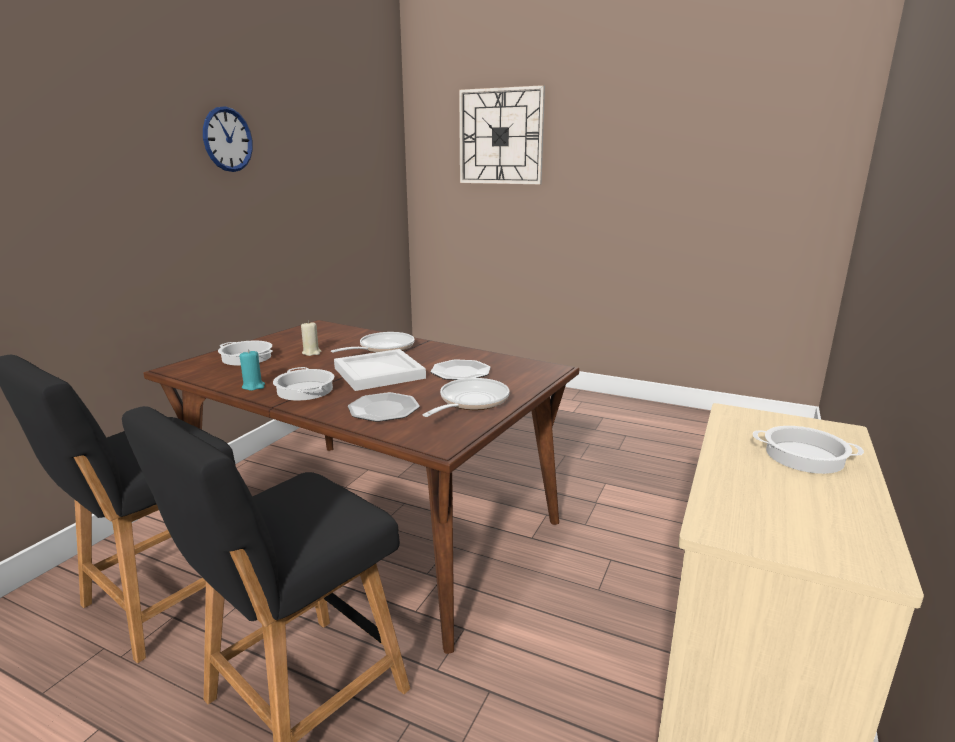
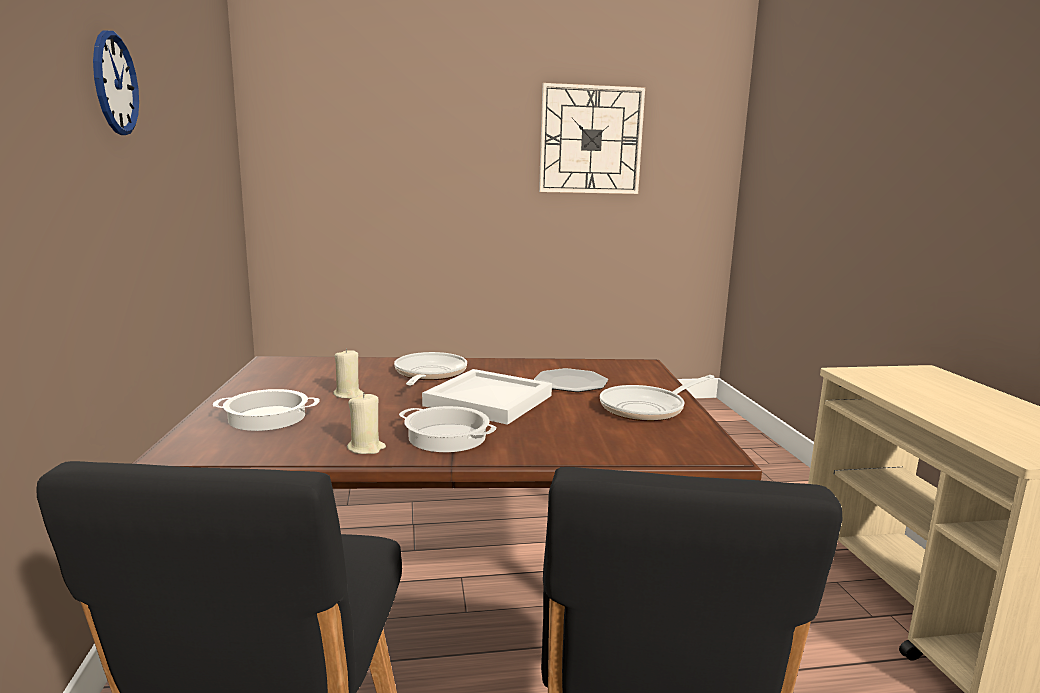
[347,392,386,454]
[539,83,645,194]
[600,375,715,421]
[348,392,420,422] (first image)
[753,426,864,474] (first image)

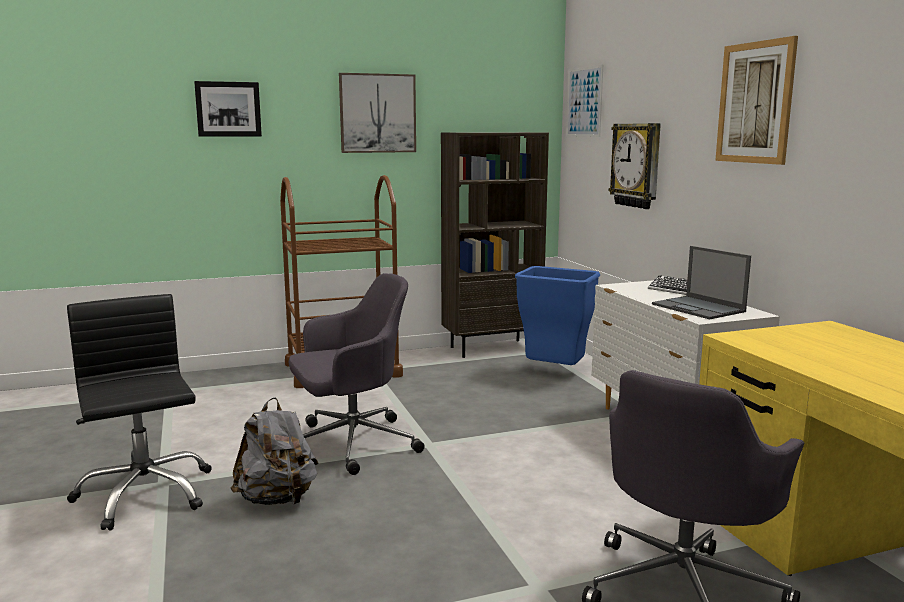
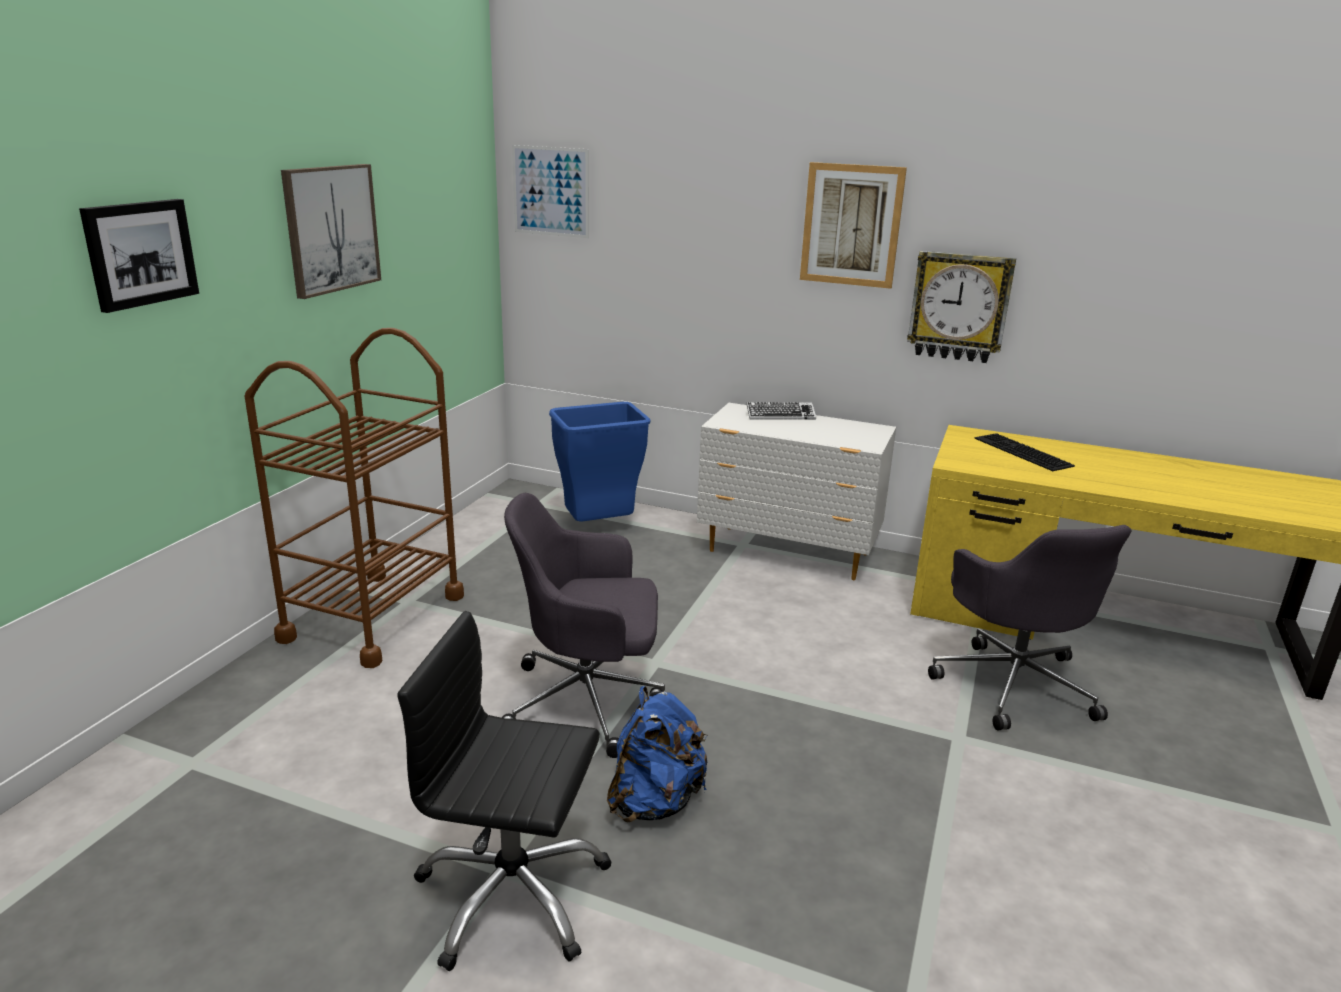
[502,493,665,758]
[607,686,707,822]
[907,251,1016,363]
[974,433,1075,471]
[441,132,549,358] (first image)
[652,246,751,319] (first image)

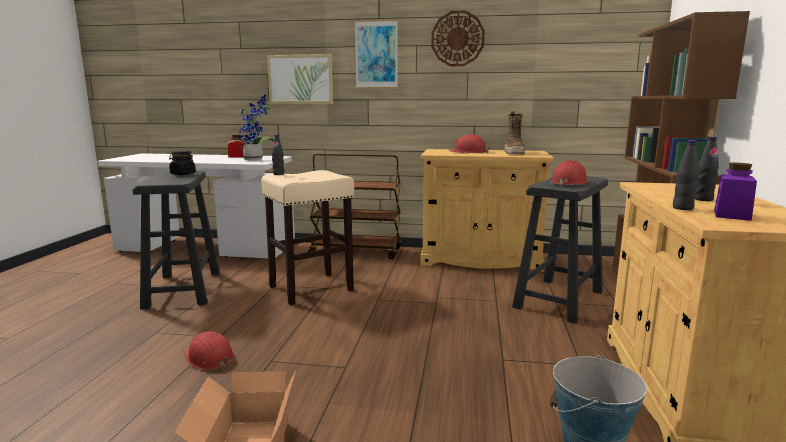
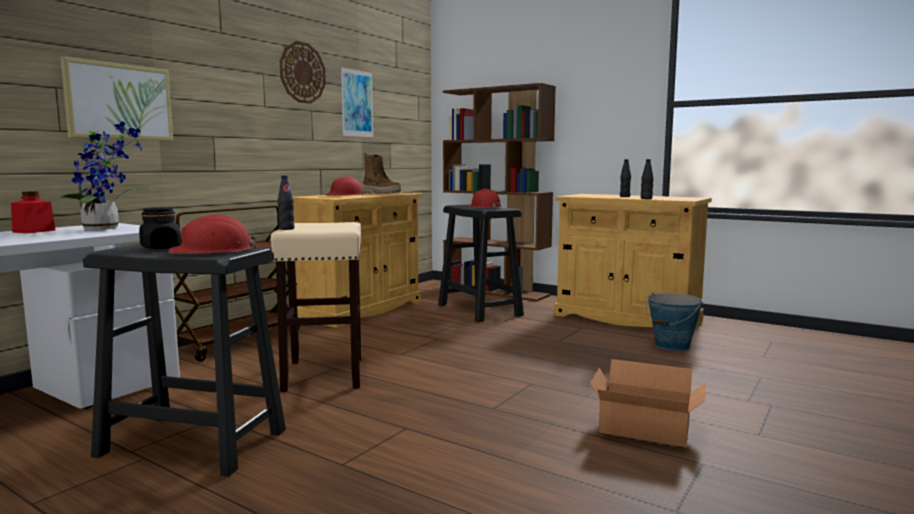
[168,214,257,254]
[340,66,374,139]
[714,163,757,221] (first image)

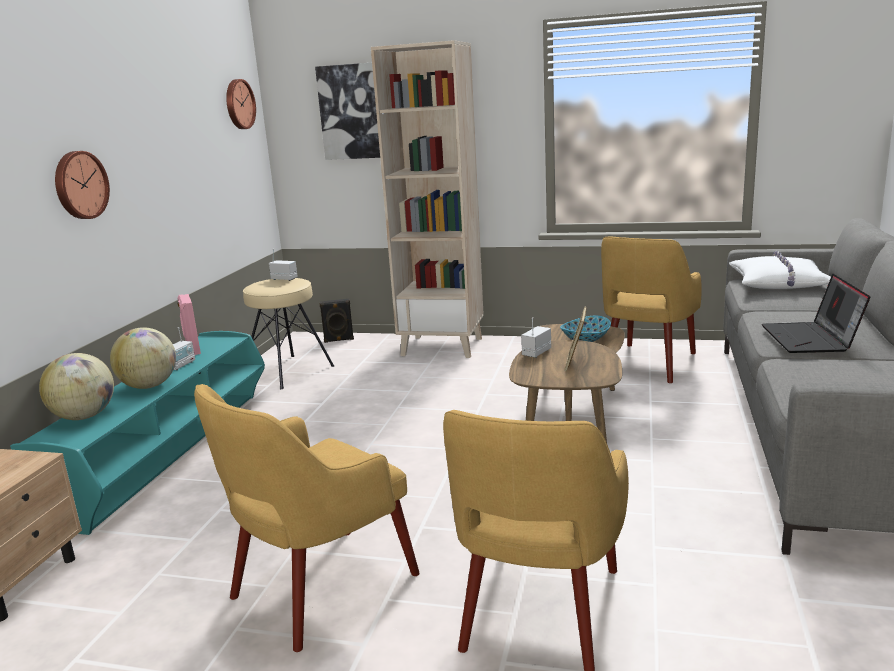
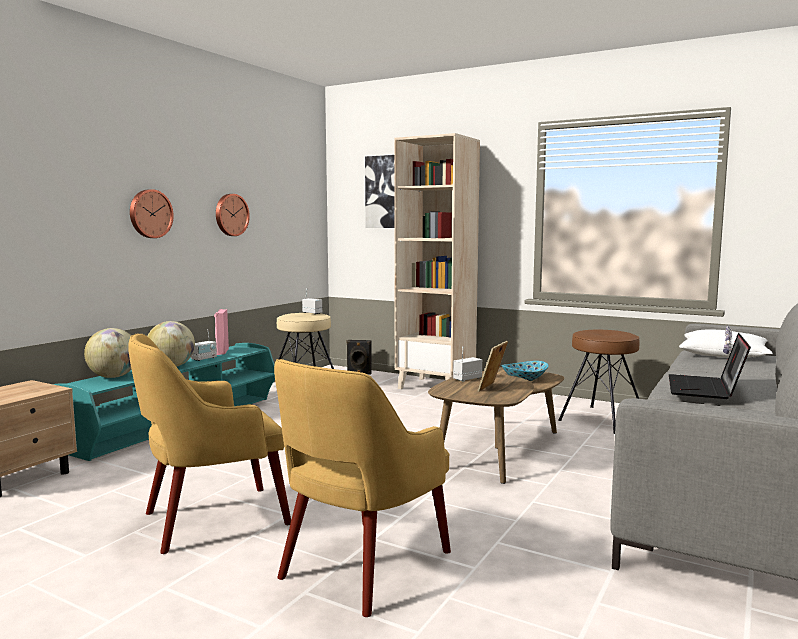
[216,194,250,236]
[559,330,640,434]

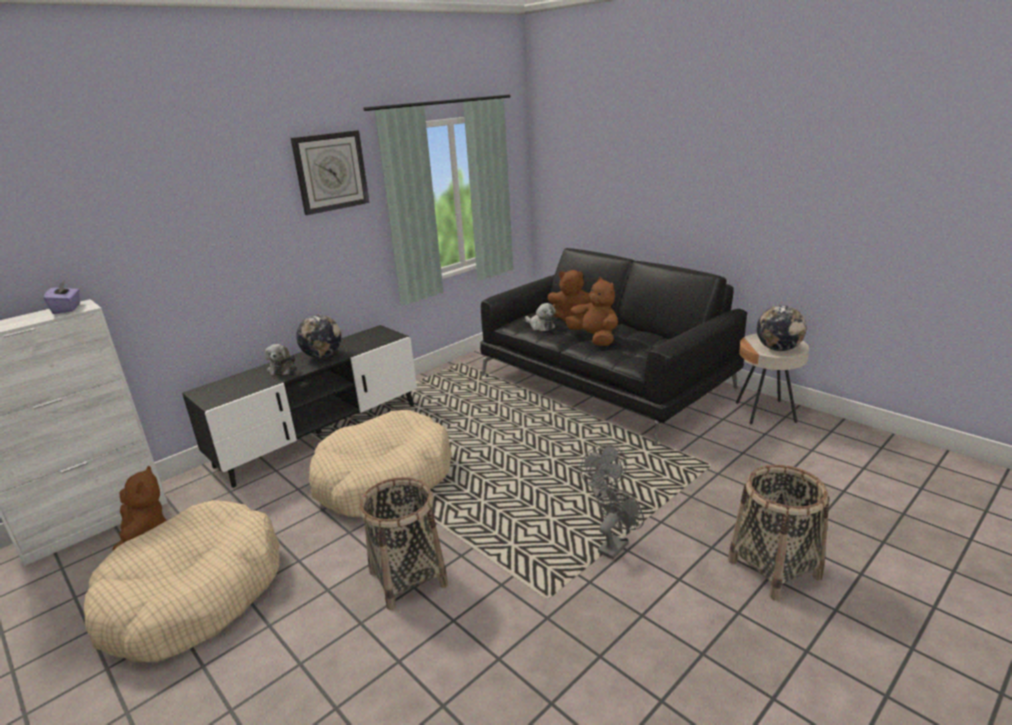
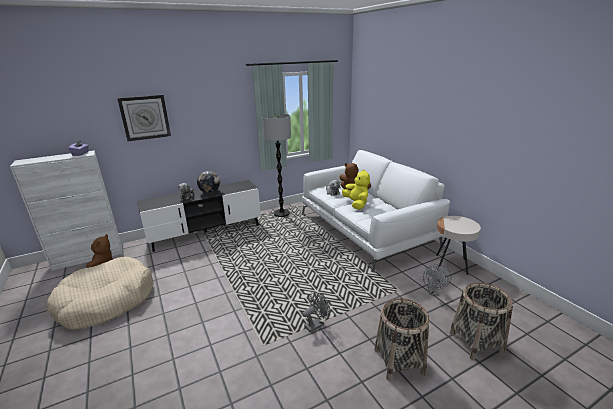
[117,95,171,141]
[262,114,291,217]
[302,150,450,272]
[342,169,370,210]
[423,264,452,296]
[450,282,513,360]
[309,409,452,517] (first image)
[757,305,806,351] (first image)

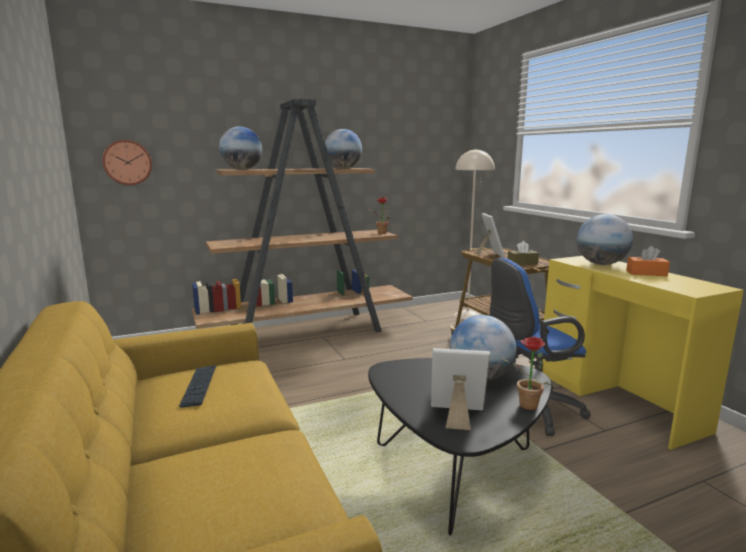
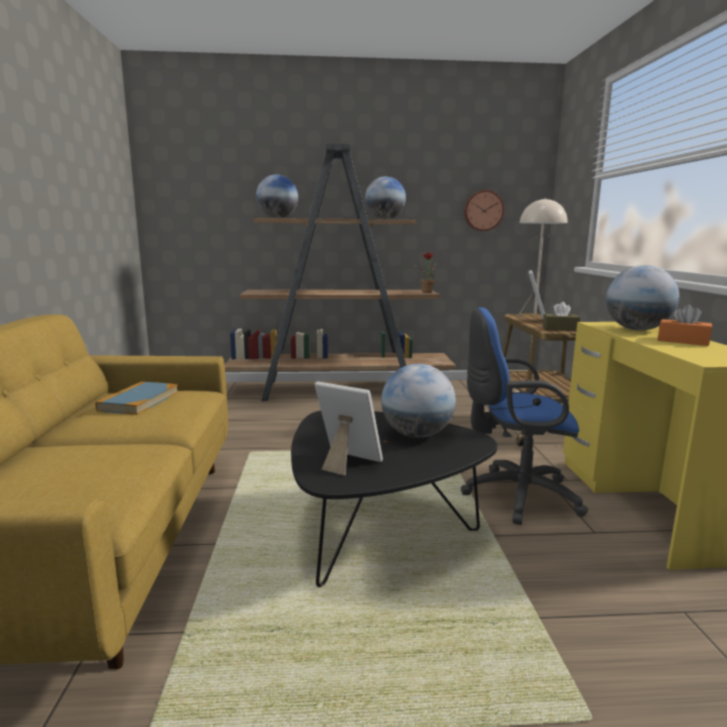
[95,382,178,415]
[464,190,504,231]
[502,337,551,410] (first image)

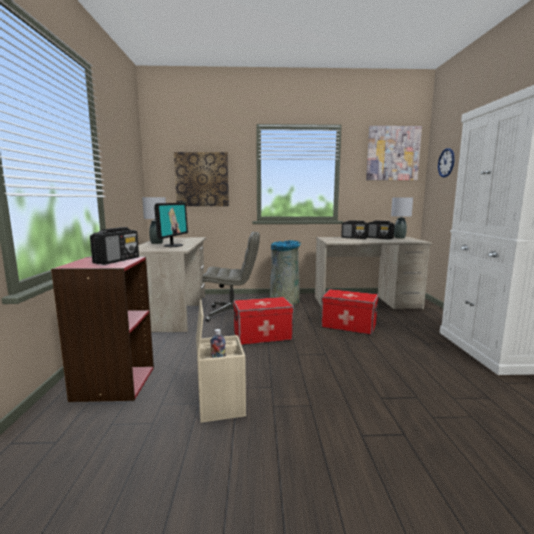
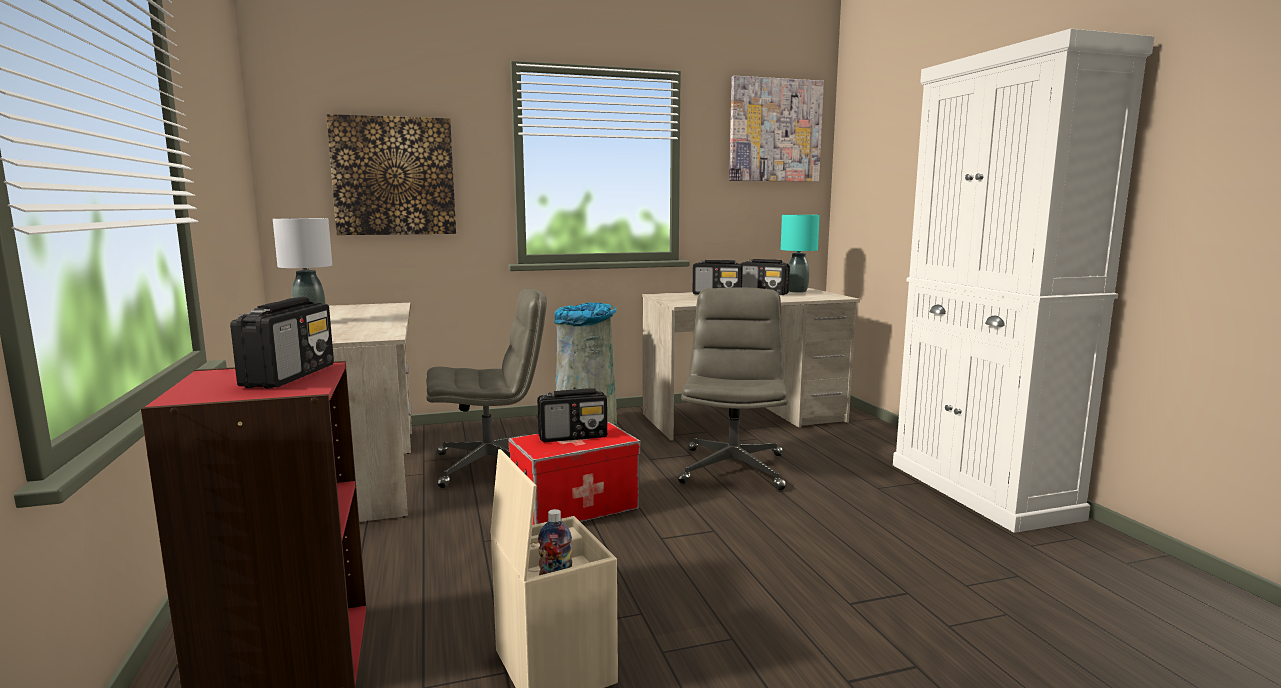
[537,388,607,442]
[678,287,788,490]
[781,215,820,293]
[154,203,188,247] (first image)
[438,148,455,177] (first image)

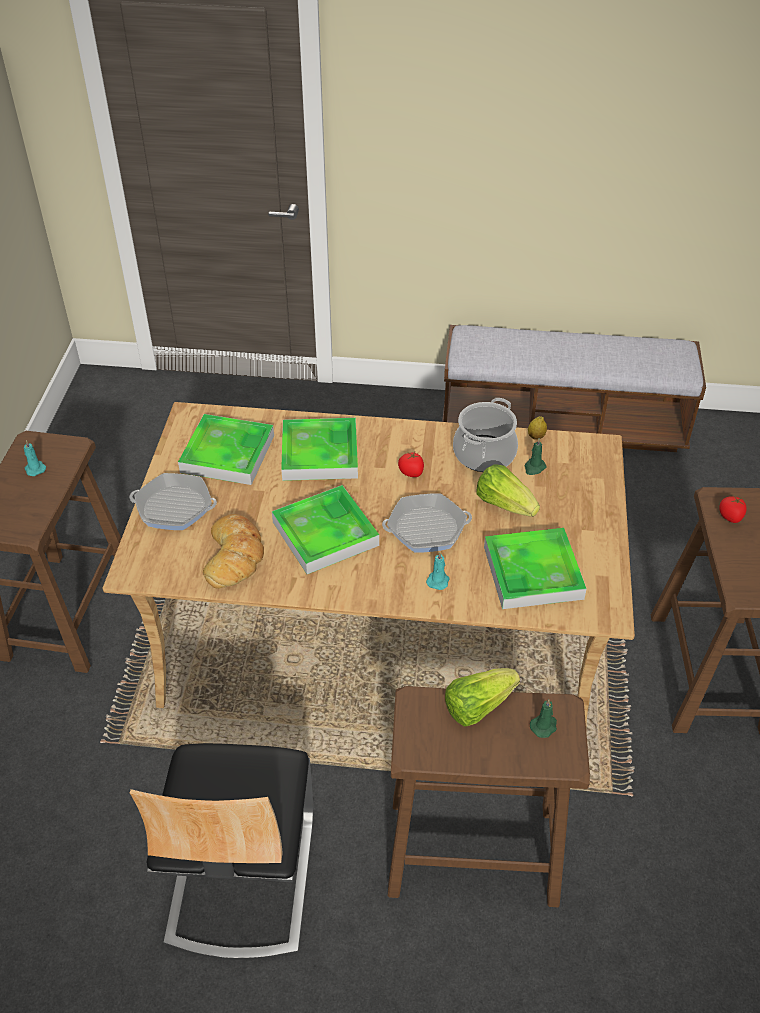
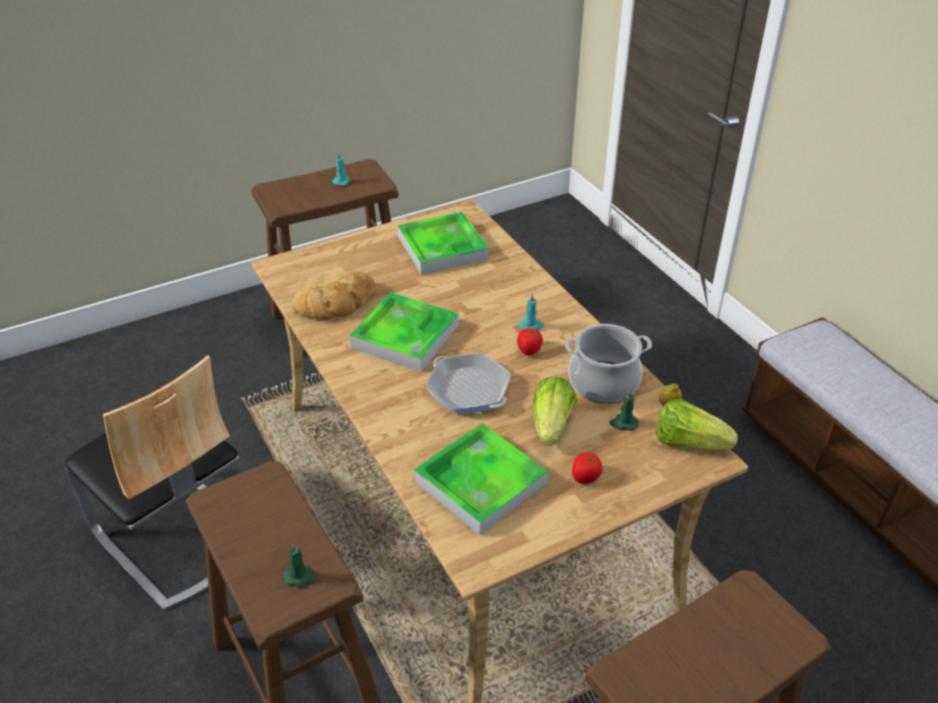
[65,355,240,611]
[519,293,544,331]
[572,452,602,484]
[656,399,738,450]
[129,473,217,530] (first image)
[281,418,358,481] (first image)

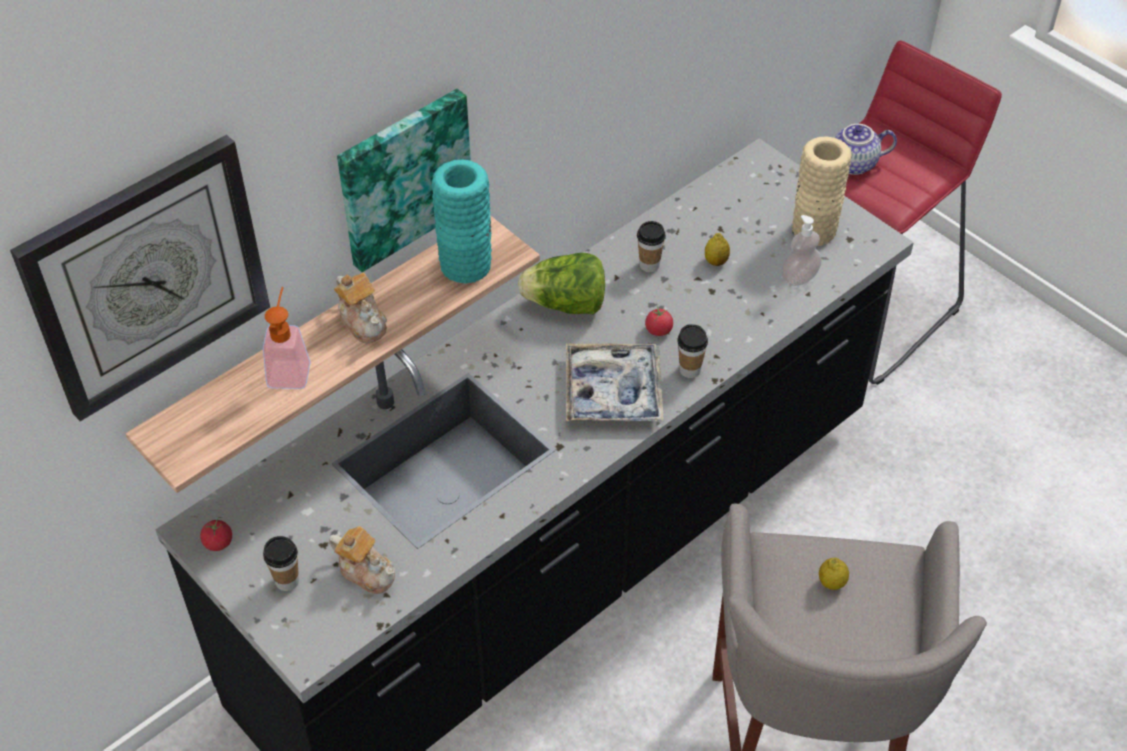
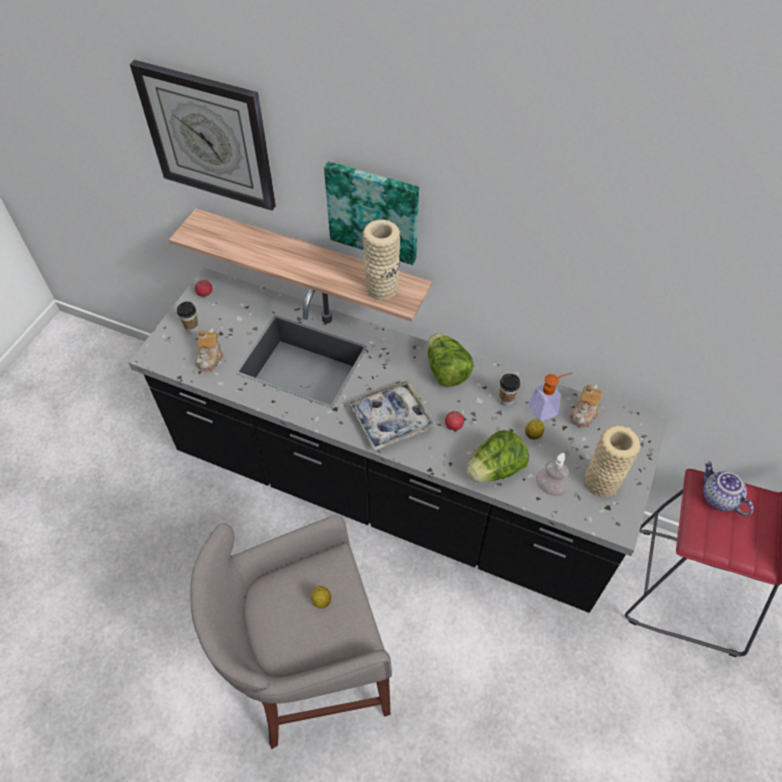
[363,220,400,300]
[467,430,529,482]
[528,373,573,421]
[570,384,603,427]
[677,324,708,378] (first image)

